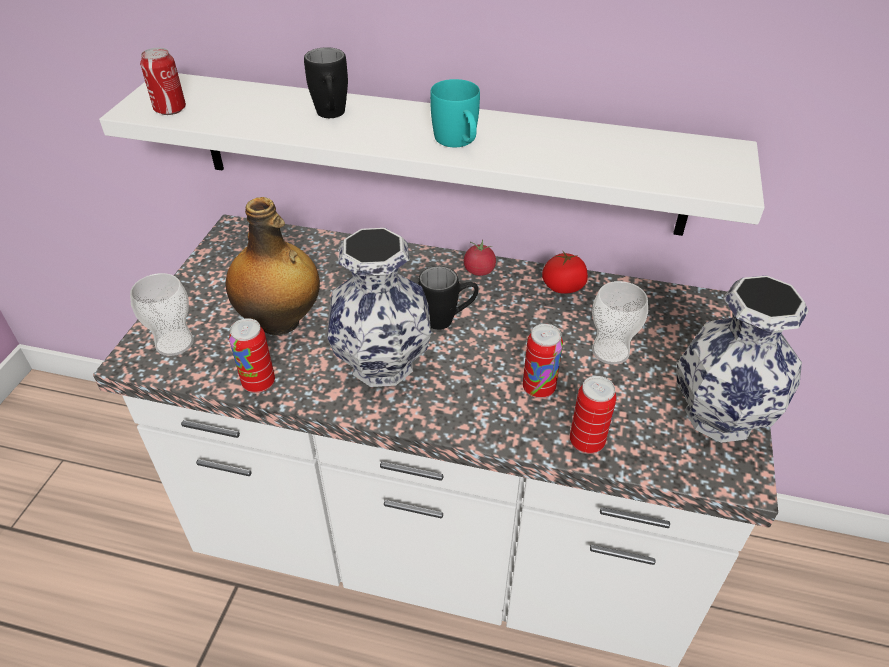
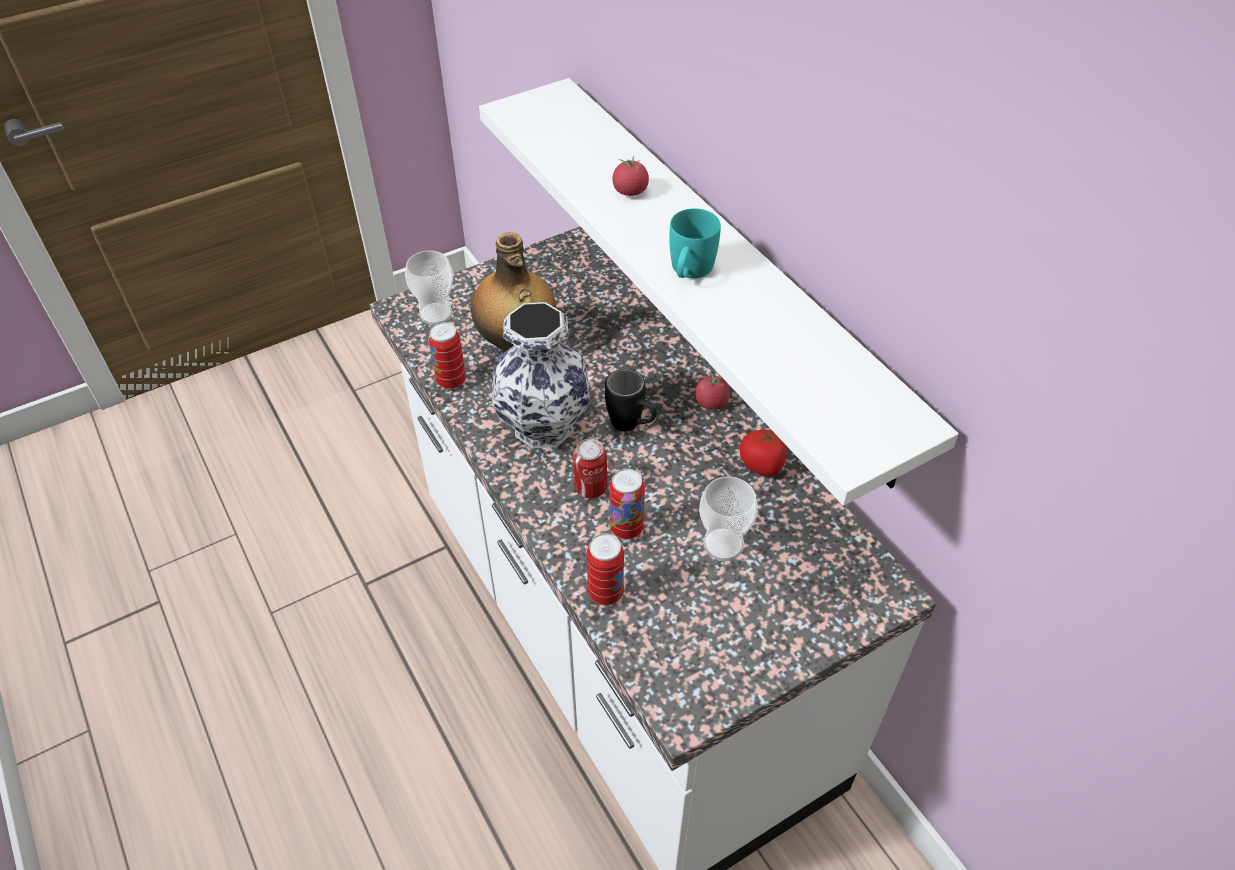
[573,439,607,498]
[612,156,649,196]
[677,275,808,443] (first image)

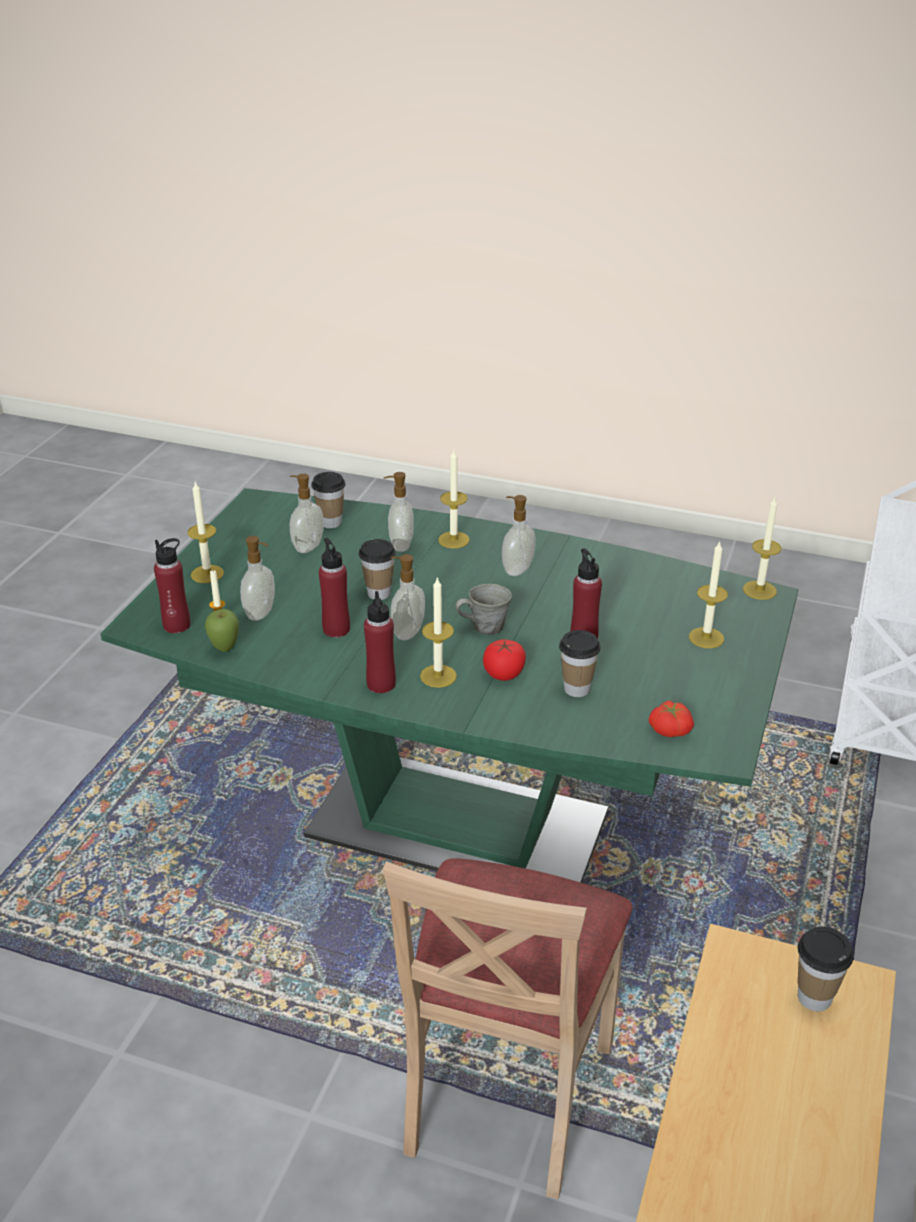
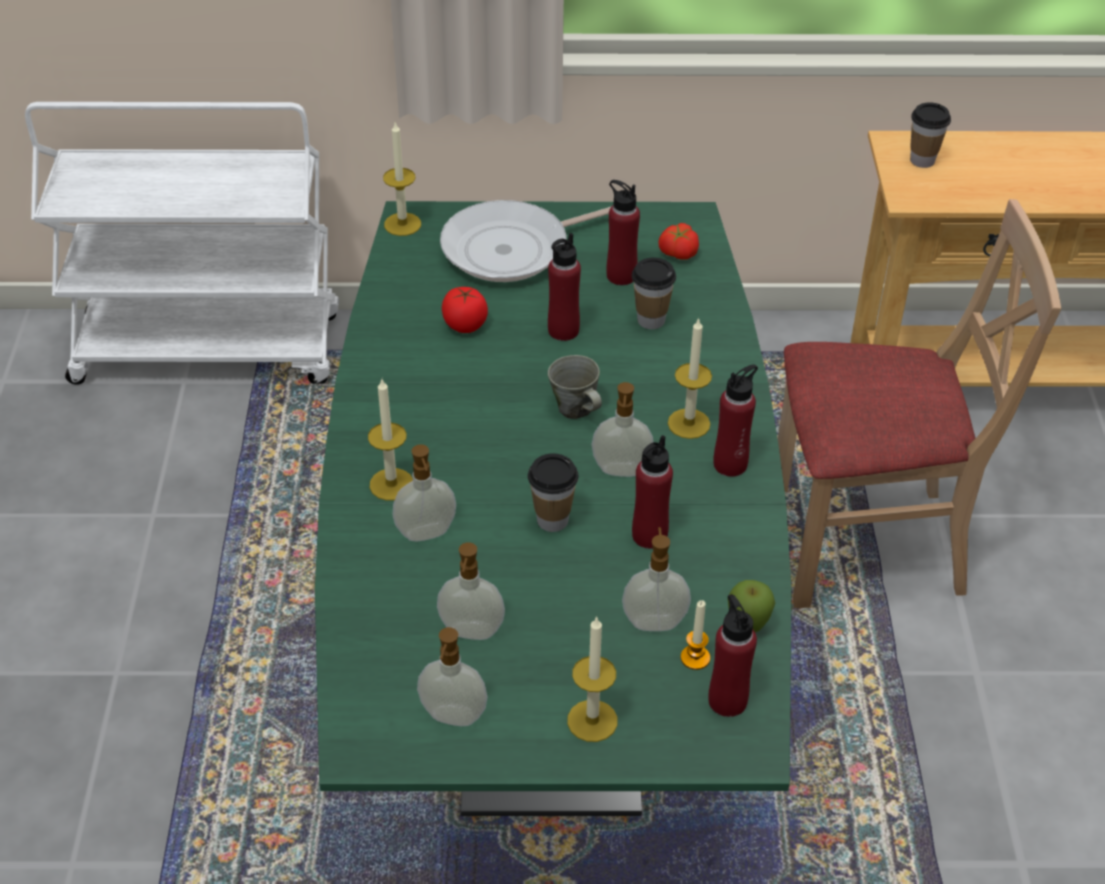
[417,627,487,726]
[440,200,612,282]
[442,287,488,333]
[606,180,640,285]
[311,472,346,528] (first image)

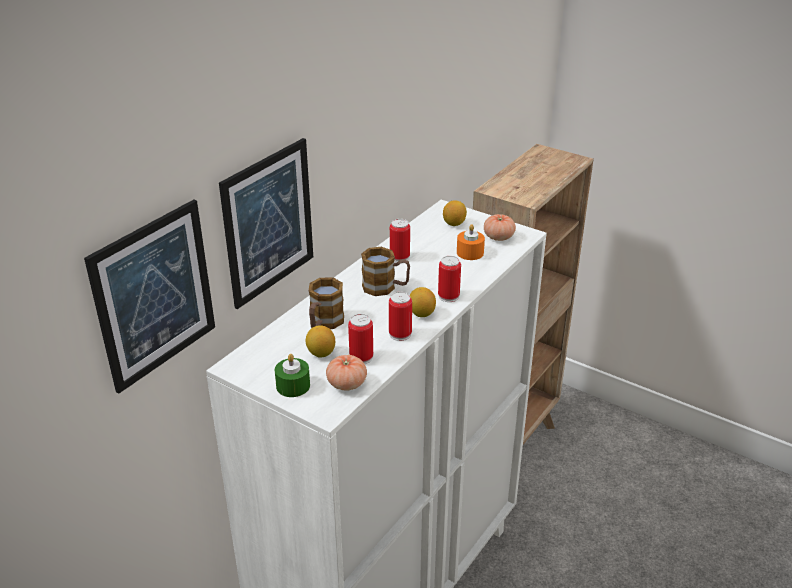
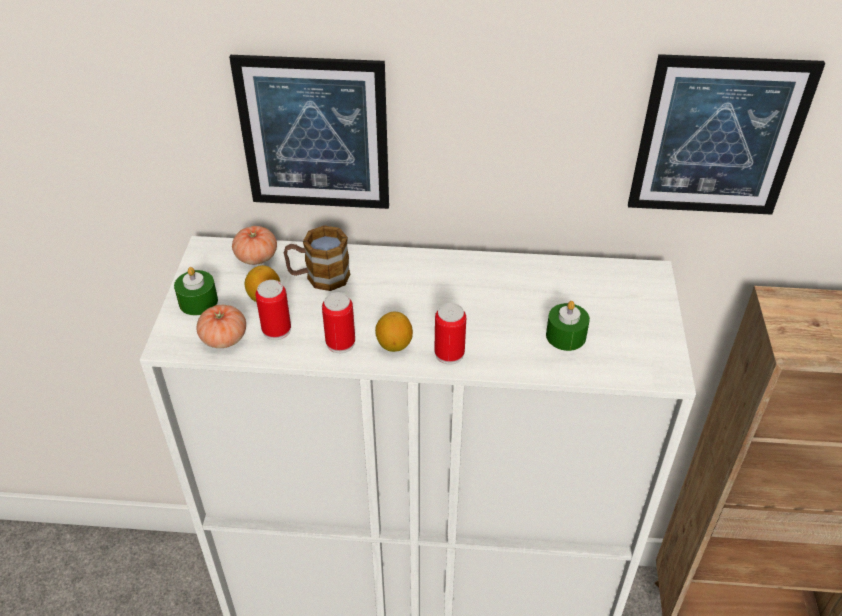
[232,226,277,265]
[546,301,590,351]
[628,54,825,215]
[361,247,410,296] (first image)
[390,219,410,262] (first image)
[443,200,467,226] (first image)

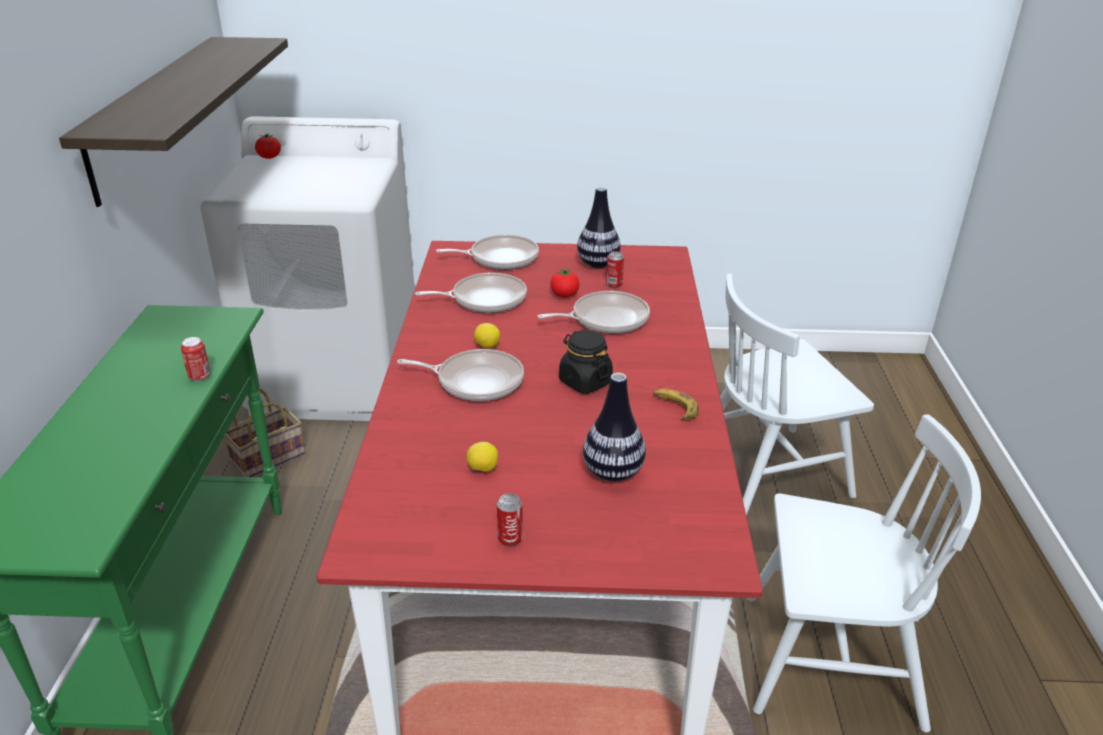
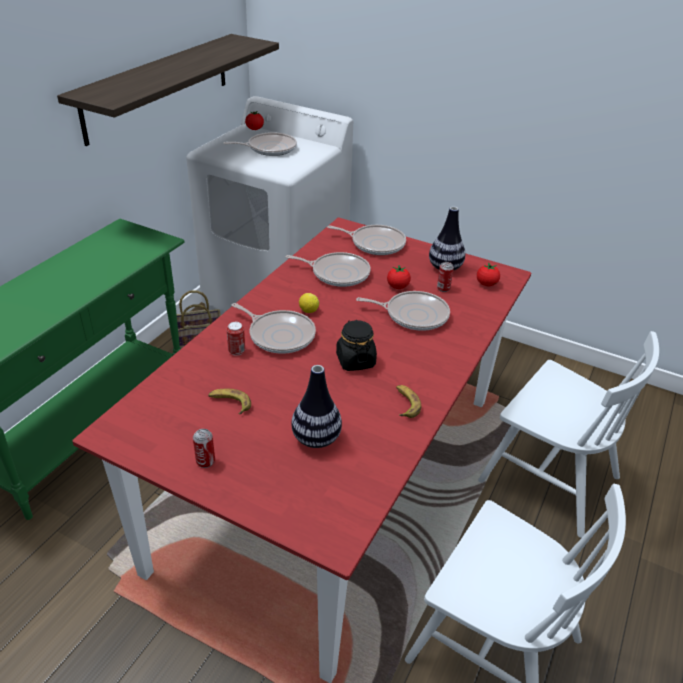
[208,389,251,414]
[223,132,297,156]
[226,322,245,356]
[477,263,500,286]
[478,331,659,538]

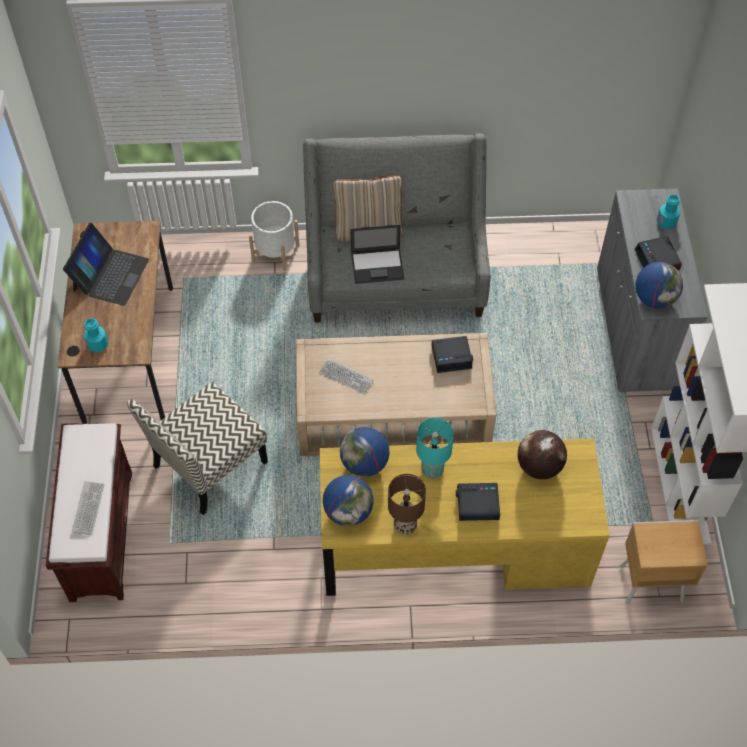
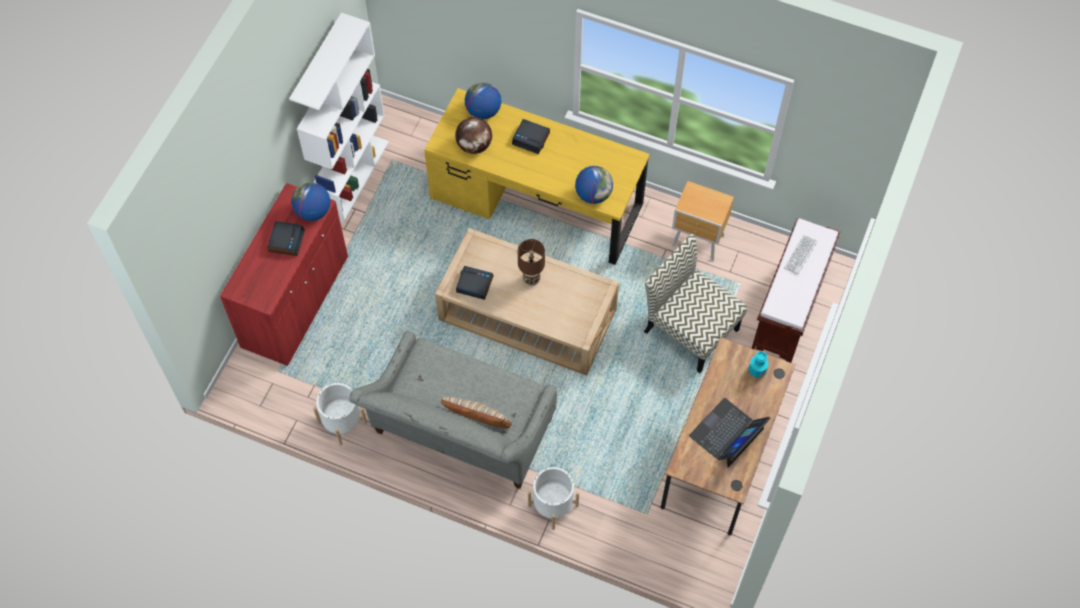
[220,183,348,366]
[313,383,367,446]
[465,82,501,119]
[518,239,545,286]
[644,234,747,373]
[672,181,734,261]
[319,358,373,394] (first image)
[351,224,405,284] (first image)
[416,418,454,479] (first image)
[657,195,680,230] (first image)

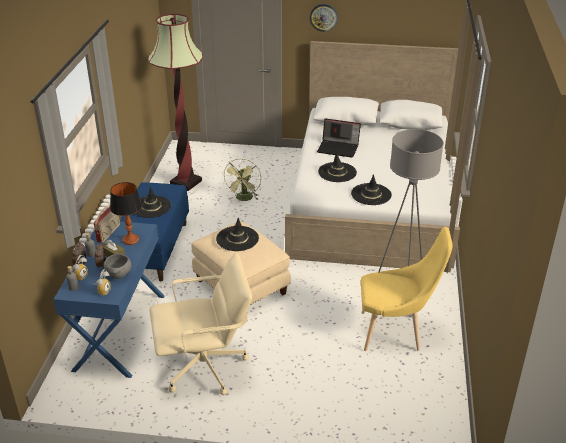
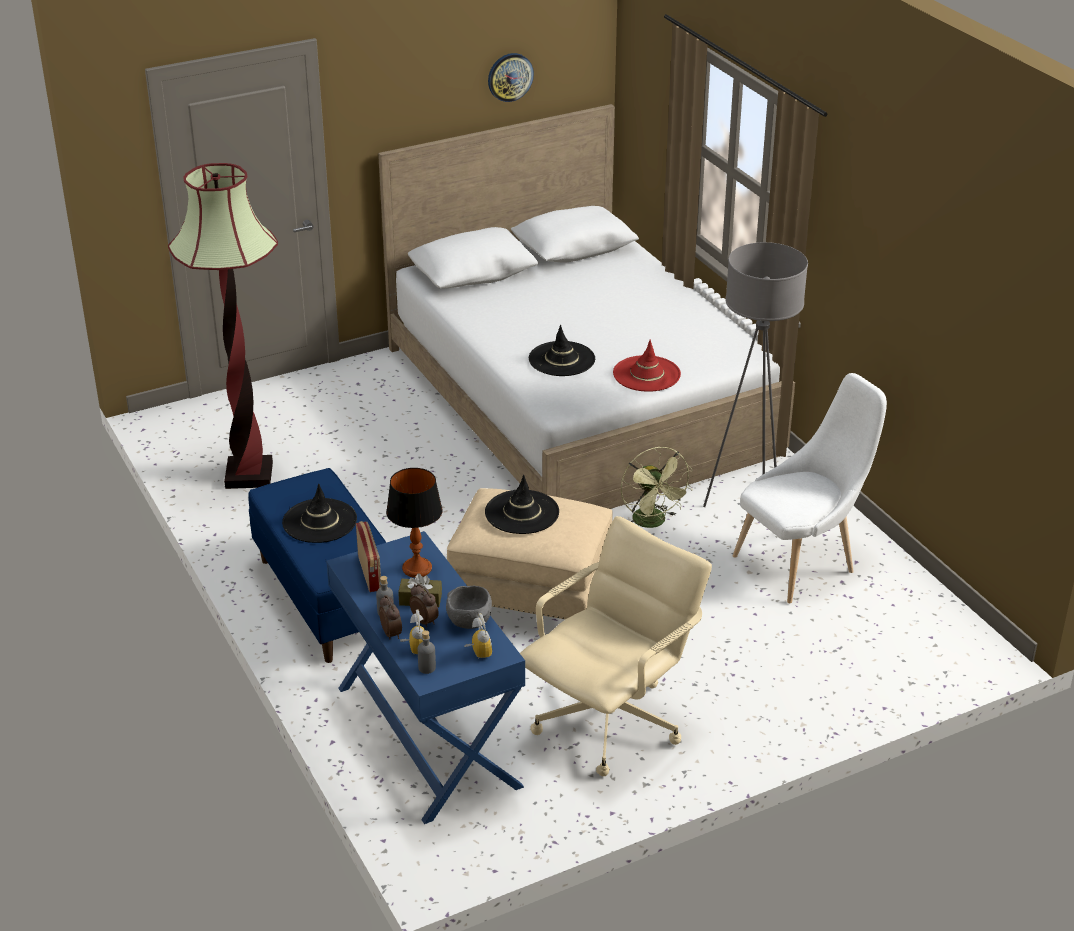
[488,53,534,102]
[613,340,681,392]
[621,447,693,528]
[733,373,887,603]
[317,118,361,158] (first image)

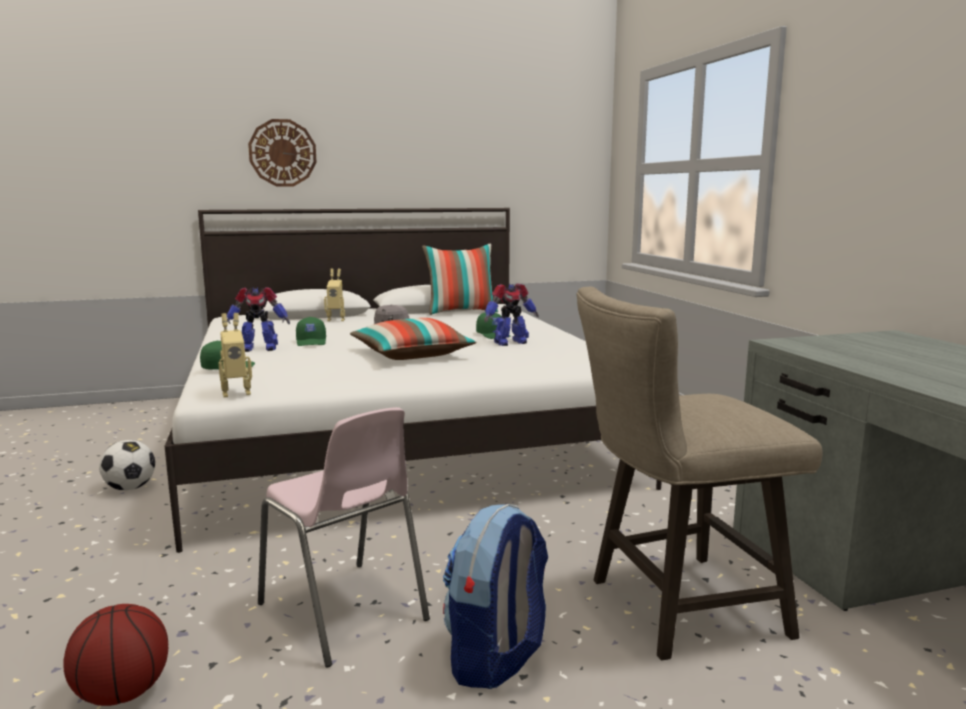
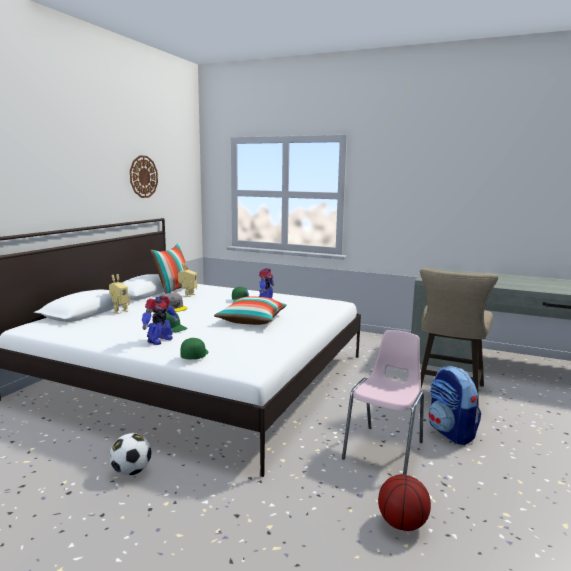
[130,155,158,198]
[178,263,197,297]
[342,330,424,475]

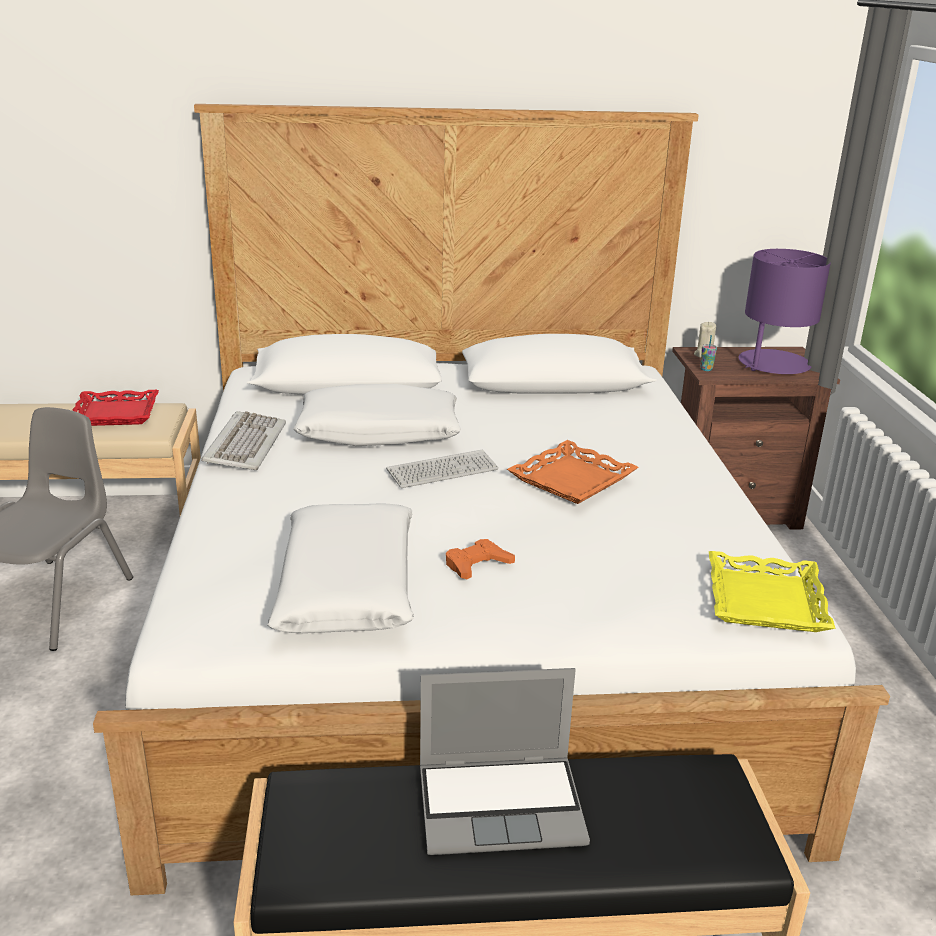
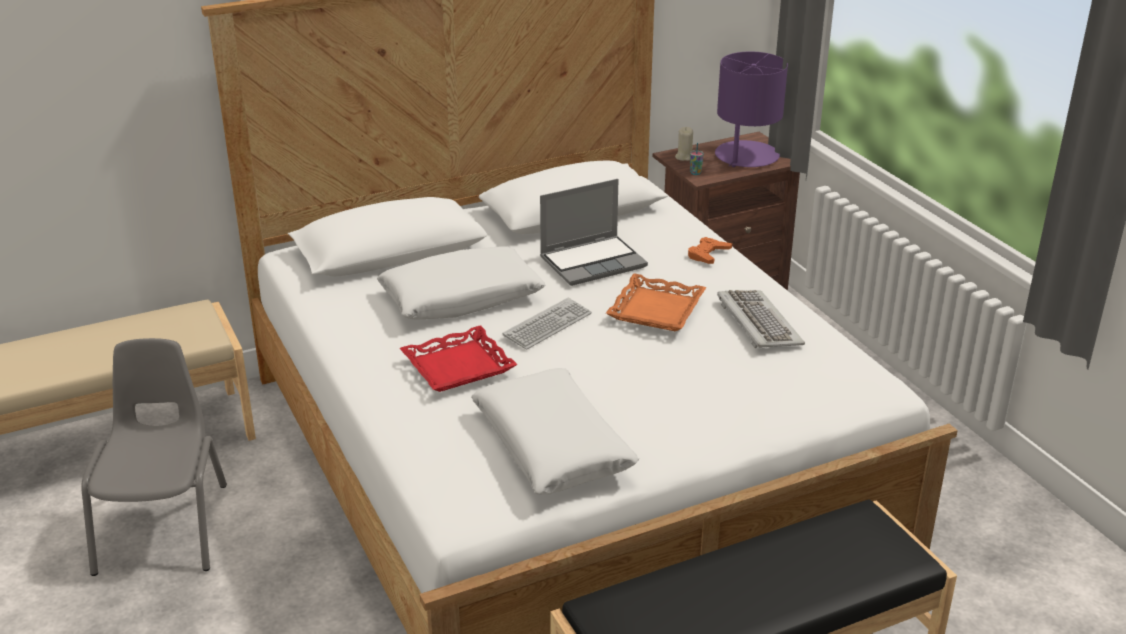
[400,325,518,392]
[540,179,648,286]
[688,237,732,264]
[717,290,805,348]
[709,551,836,632] (first image)

